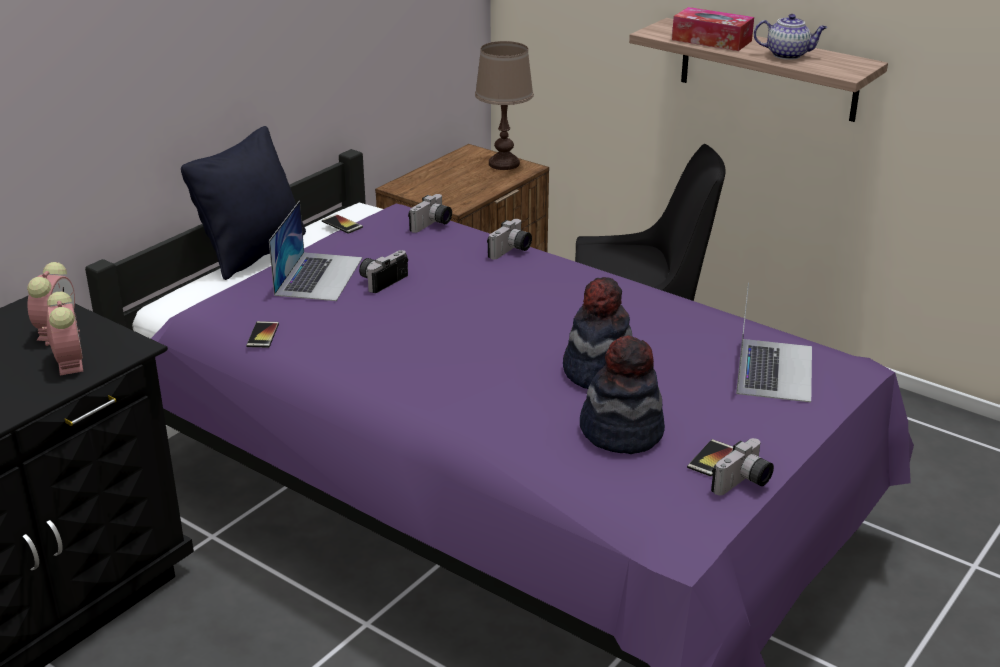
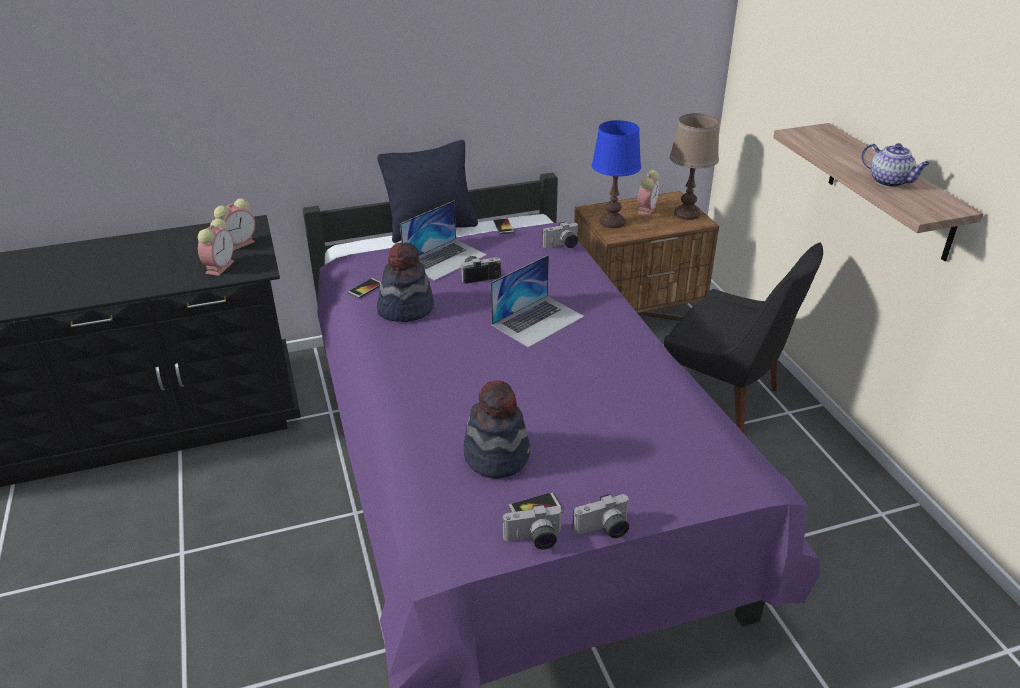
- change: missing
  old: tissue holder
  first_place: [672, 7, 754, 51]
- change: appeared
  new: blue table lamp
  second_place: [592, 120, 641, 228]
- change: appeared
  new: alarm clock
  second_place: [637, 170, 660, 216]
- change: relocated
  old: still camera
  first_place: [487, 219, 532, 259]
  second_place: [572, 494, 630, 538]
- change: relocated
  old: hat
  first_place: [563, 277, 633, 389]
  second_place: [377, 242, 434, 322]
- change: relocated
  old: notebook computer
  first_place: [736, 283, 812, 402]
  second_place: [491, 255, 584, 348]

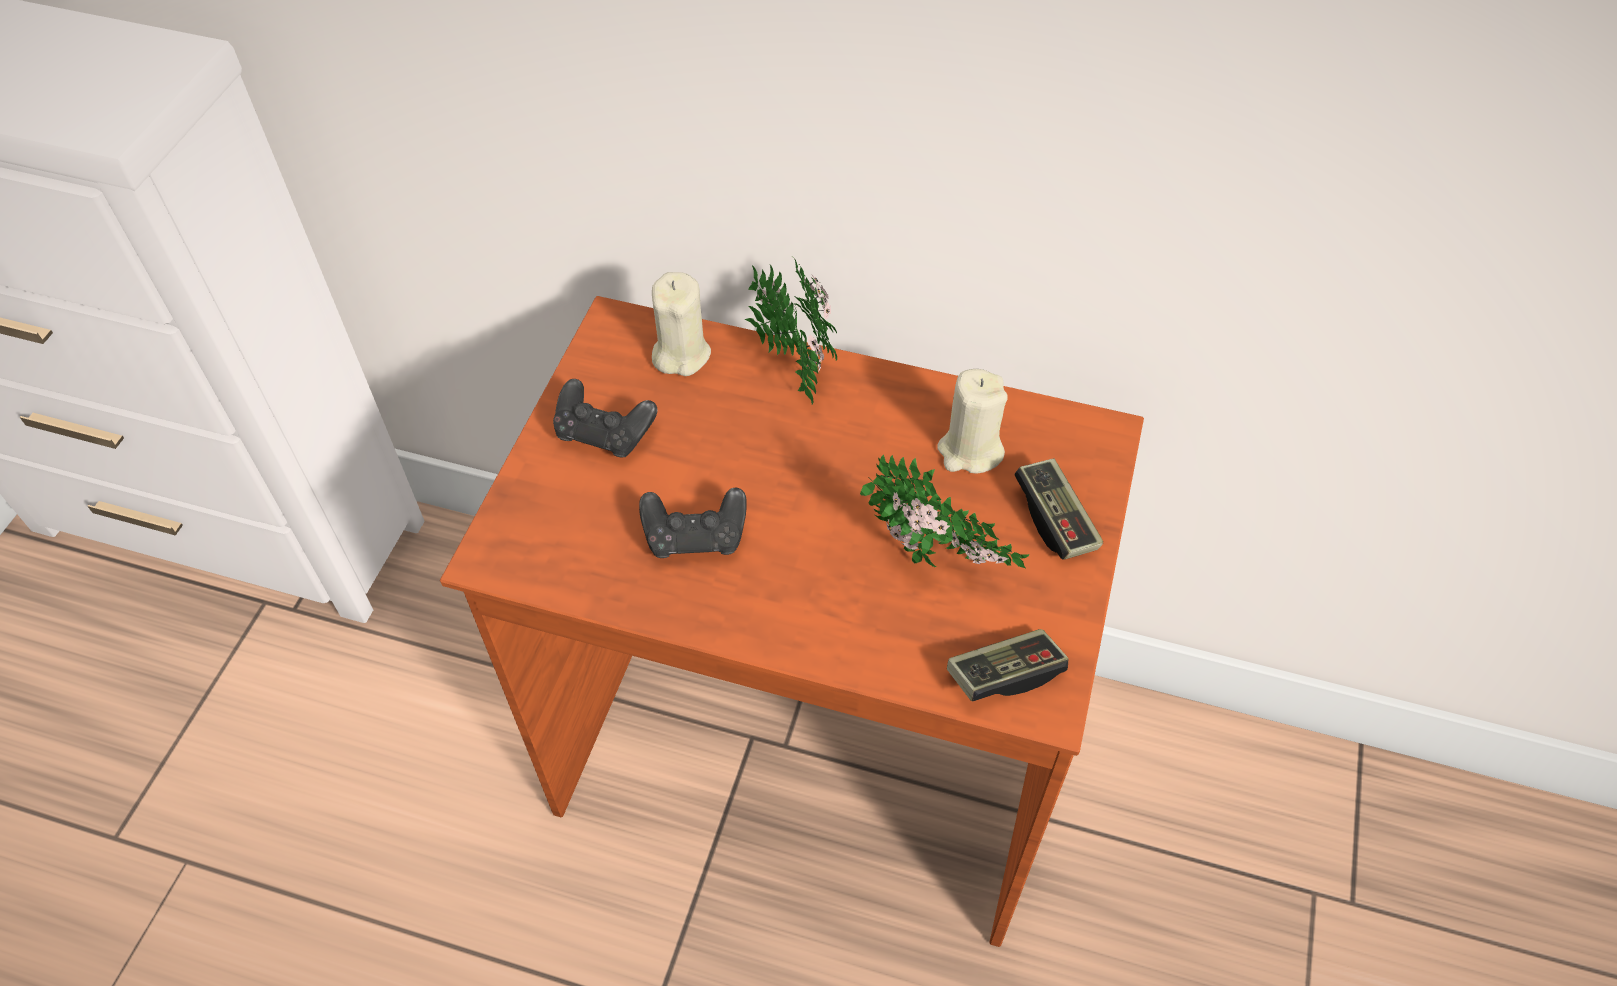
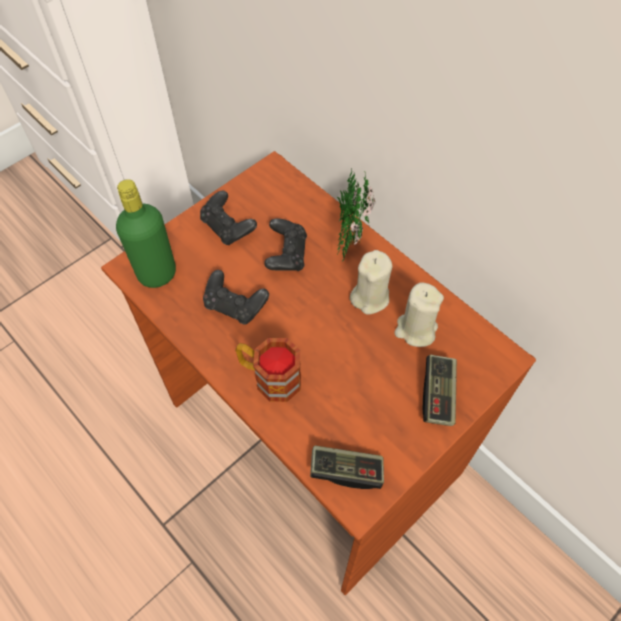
- change: missing
  old: potted plant
  first_place: [860, 454, 1029, 568]
- change: appeared
  new: green-coloured beverage bottle
  second_place: [116, 179, 176, 288]
- change: appeared
  new: tea mug
  second_place: [235, 338, 301, 402]
- change: appeared
  new: black-coloured gamepad
  second_place: [264, 218, 307, 271]
- change: relocated
  old: beige wax candle
  first_place: [652, 272, 711, 376]
  second_place: [350, 250, 393, 315]

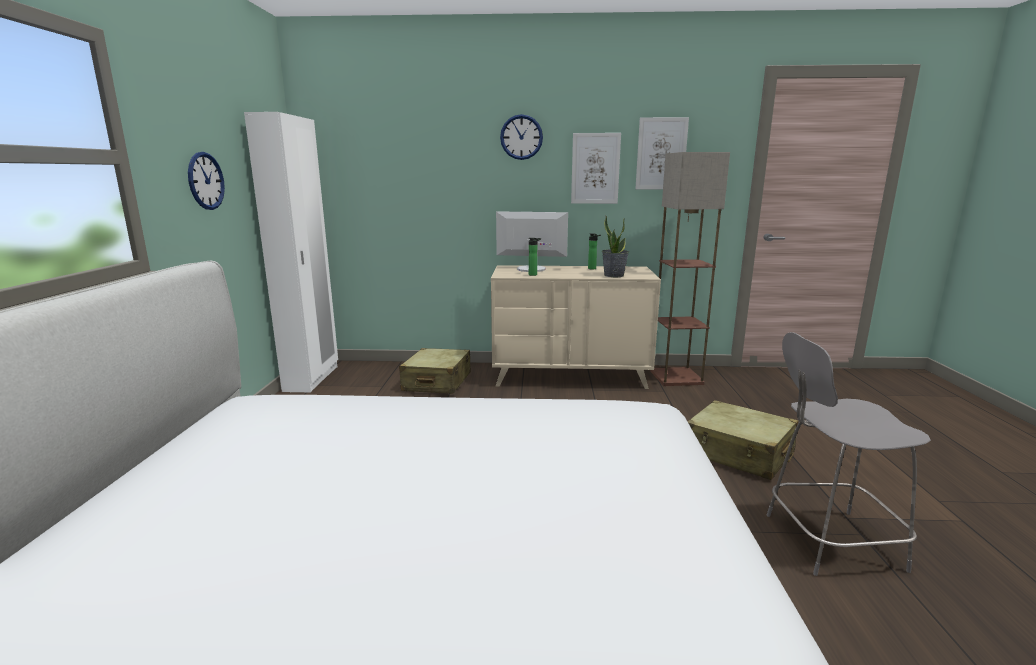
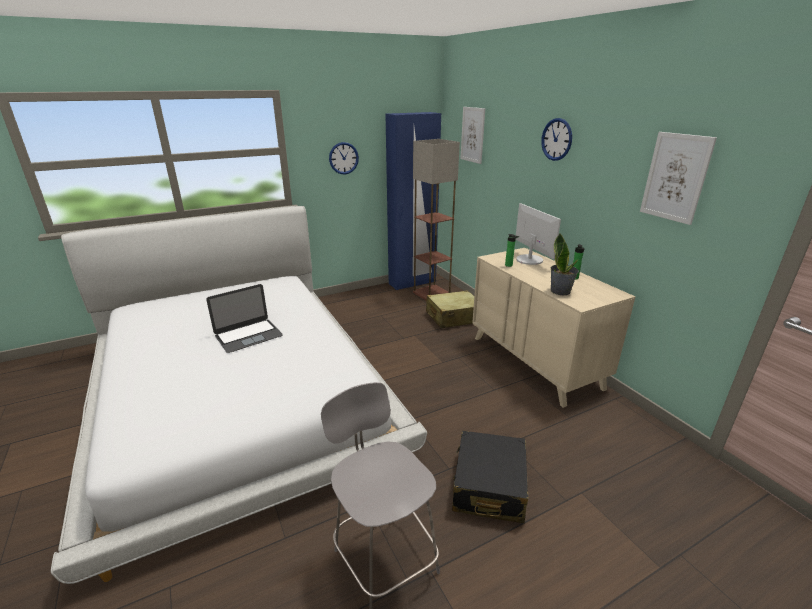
- change: appeared
  new: notebook computer
  second_place: [206, 284, 283, 353]
- change: relocated
  old: picture
  first_place: [571, 133, 621, 204]
  second_place: [460, 107, 485, 164]
- change: relocated
  old: standard lamp
  first_place: [650, 152, 730, 386]
  second_place: [413, 139, 460, 301]
- change: colour
  old: whitish wardrobe
  new: blue wardrobe
  first_place: [244, 112, 338, 392]
  second_place: [385, 112, 441, 290]
- change: colour
  old: beige suitcase
  new: black-coloured suitcase
  first_place: [687, 400, 798, 480]
  second_place: [452, 431, 528, 523]

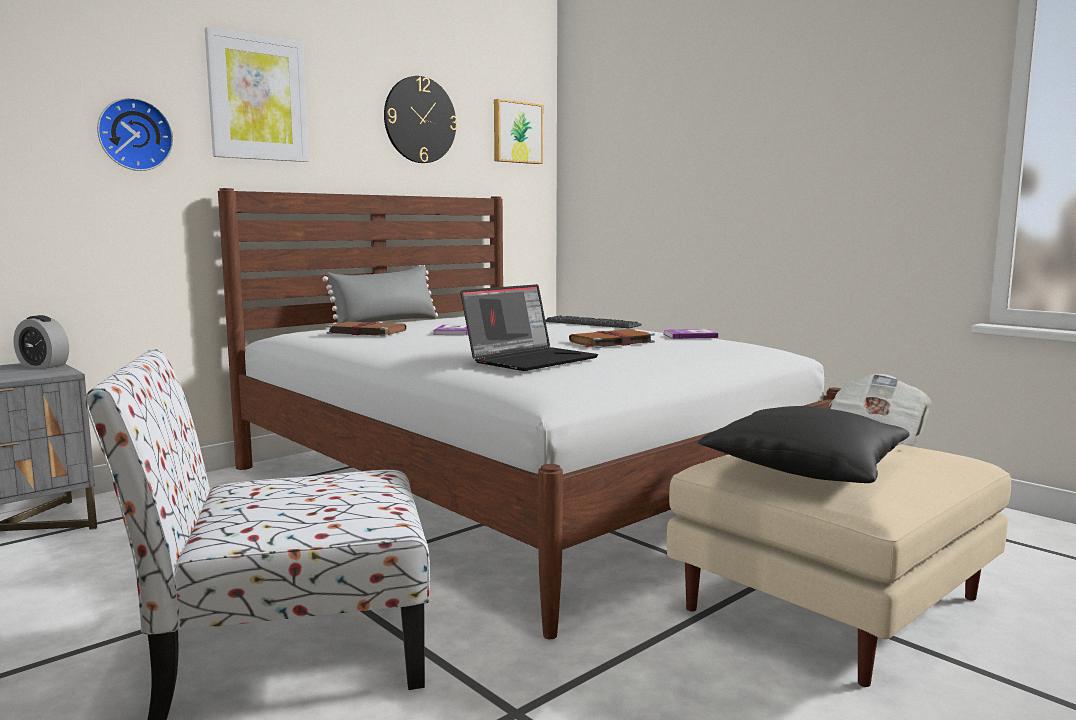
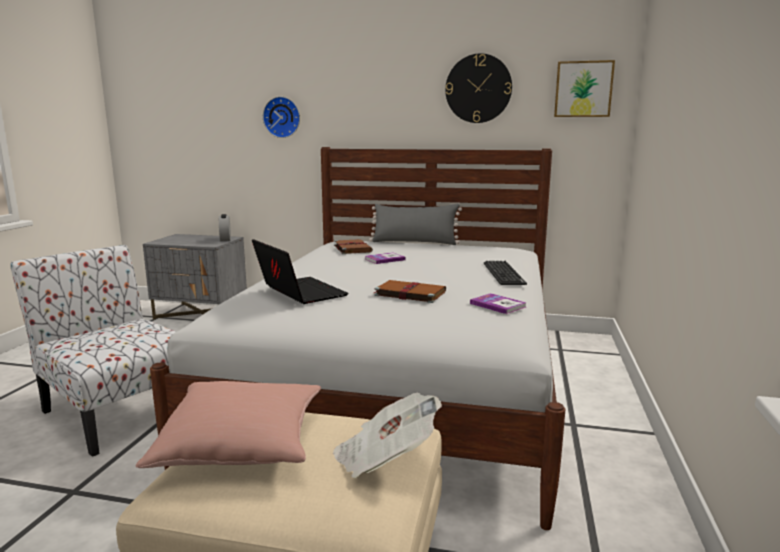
- change: missing
  old: picture
  first_place: [205, 27, 308, 162]
- change: colour
  old: black-coloured cushion
  new: pink-coloured cushion
  first_place: [698, 406, 910, 483]
  second_place: [136, 381, 321, 468]
- change: spun
  old: notebook computer
  first_place: [460, 284, 598, 371]
  second_place: [252, 239, 349, 304]
  degrees: -135

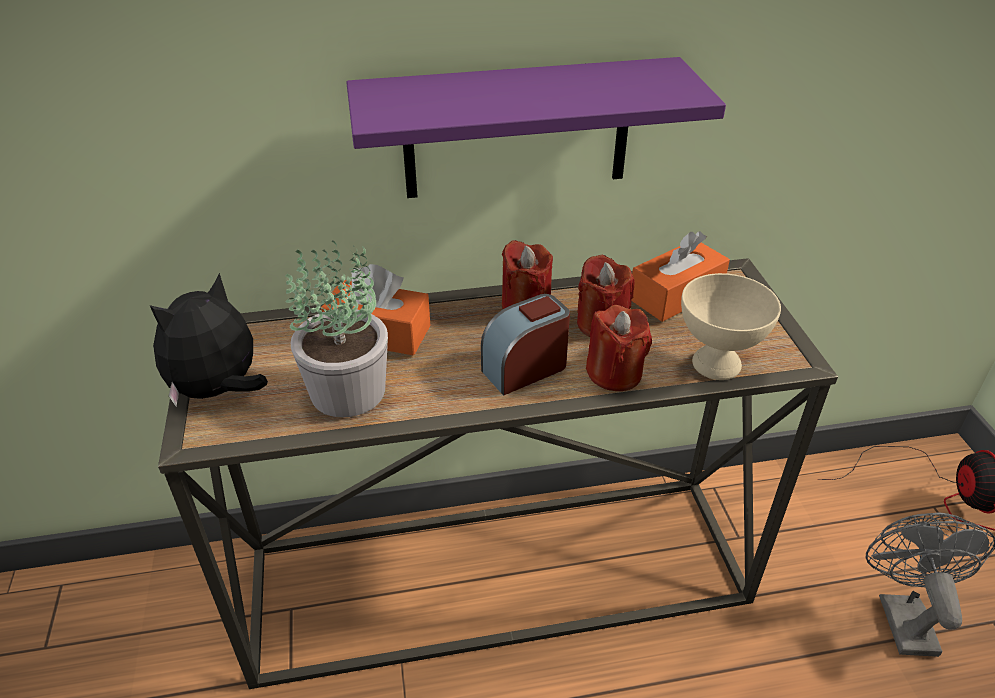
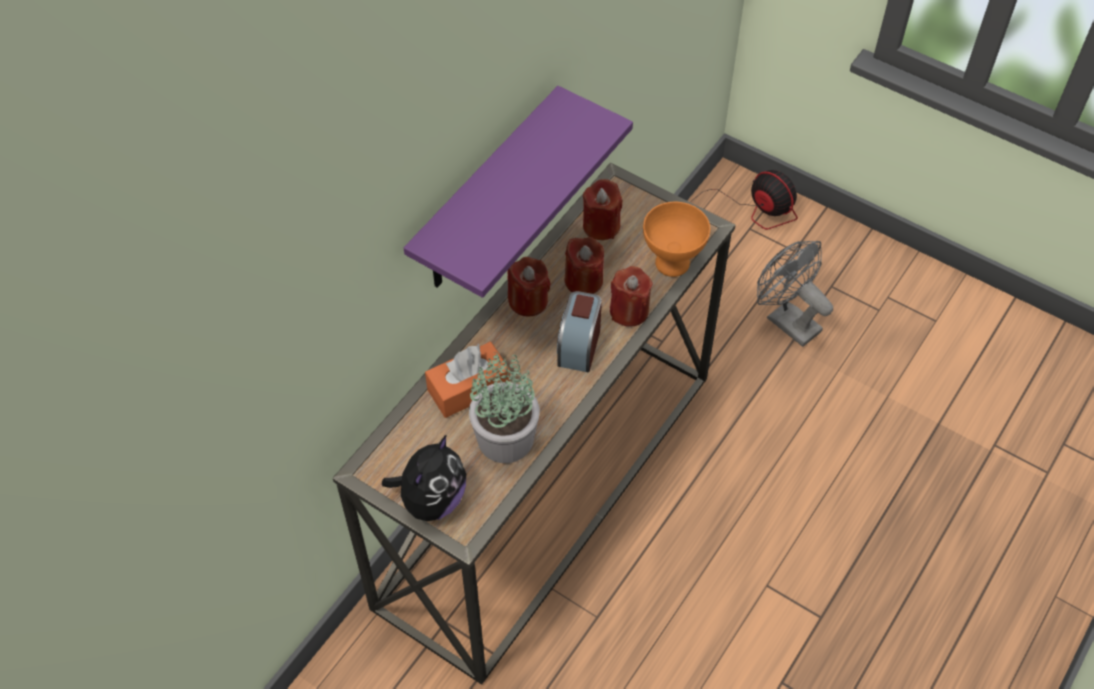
- change: exchanged
  old: orangey tissue holder
  new: red wax candle
  first_place: [632, 231, 730, 322]
  second_place: [583, 179, 622, 240]
- change: colour
  old: beige deep dish
  new: orangey deep dish
  first_place: [681, 273, 781, 380]
  second_place: [643, 202, 710, 277]
- change: spun
  old: plush toy
  first_place: [150, 273, 268, 406]
  second_place: [382, 434, 466, 521]
  degrees: -150

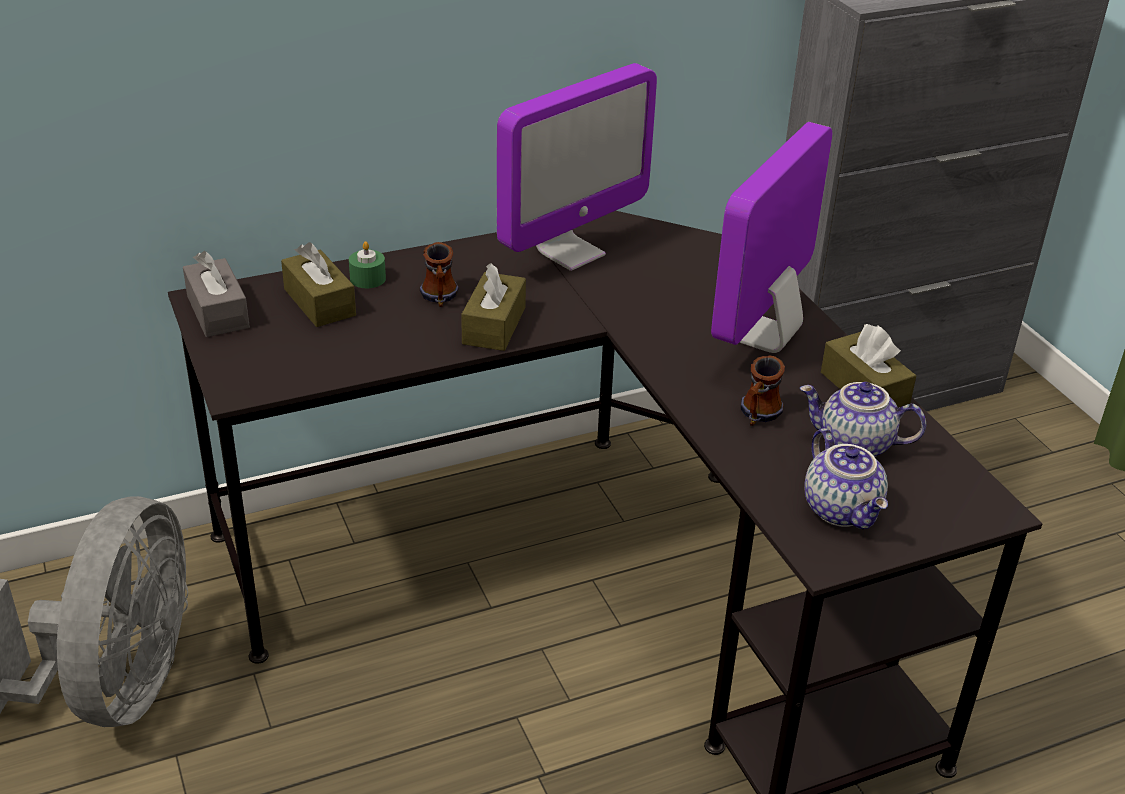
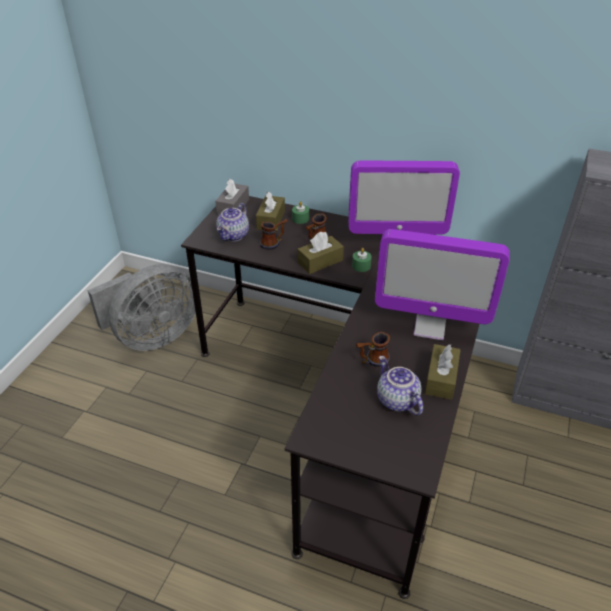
- change: appeared
  new: tea mug
  second_place: [260, 219, 288, 250]
- change: appeared
  new: green-coloured wax candle
  second_place: [352, 248, 372, 272]
- change: relocated
  old: pot for tea
  first_place: [804, 428, 888, 529]
  second_place: [216, 203, 249, 241]
- change: spun
  old: computer display
  first_place: [711, 122, 832, 353]
  second_place: [375, 229, 510, 340]
  degrees: -150

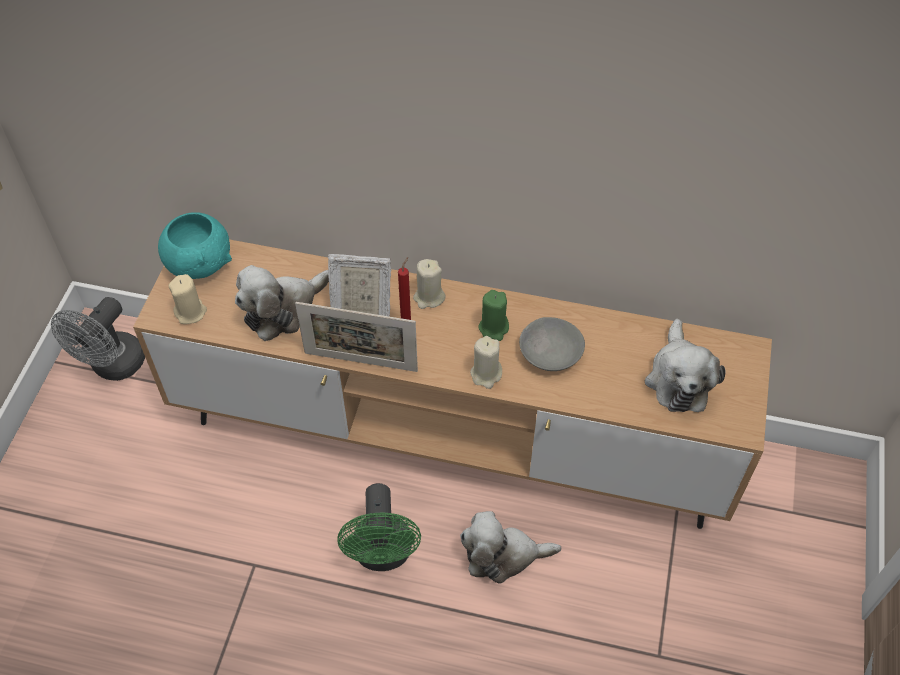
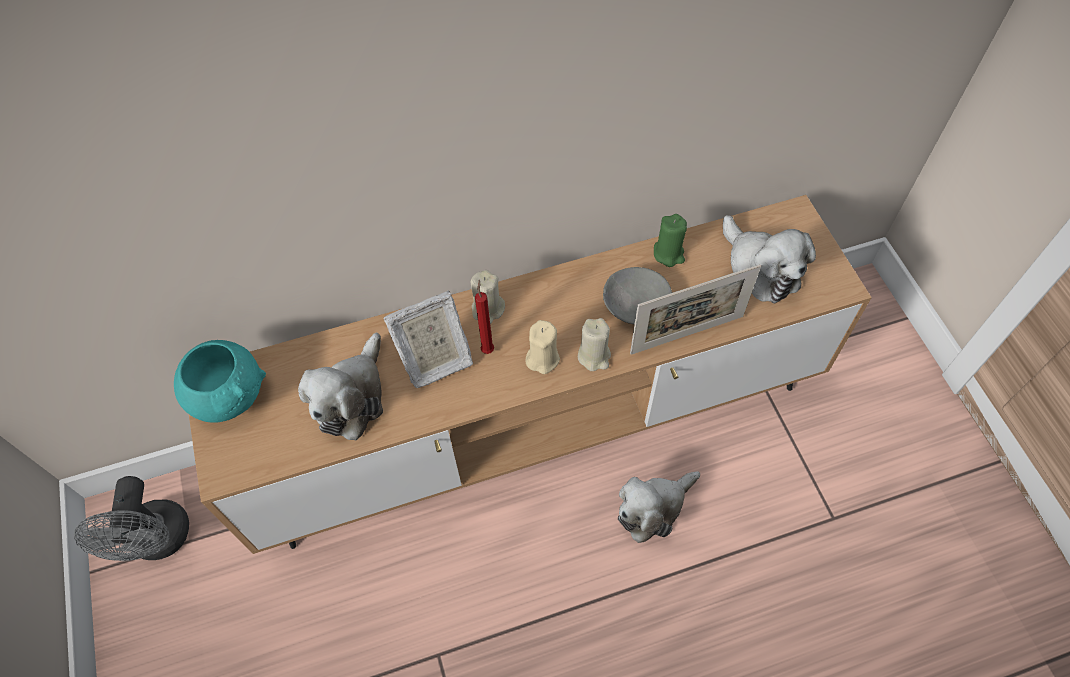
- change: missing
  old: green-coloured electric fan
  first_place: [337, 483, 421, 571]
- change: relocated
  old: beige wax candle
  first_place: [169, 274, 207, 324]
  second_place: [525, 320, 560, 374]
- change: relocated
  old: picture frame
  first_place: [295, 302, 418, 372]
  second_place: [630, 264, 762, 355]
- change: relocated
  old: green-coloured wax candle
  first_place: [478, 290, 509, 341]
  second_place: [654, 214, 687, 267]

